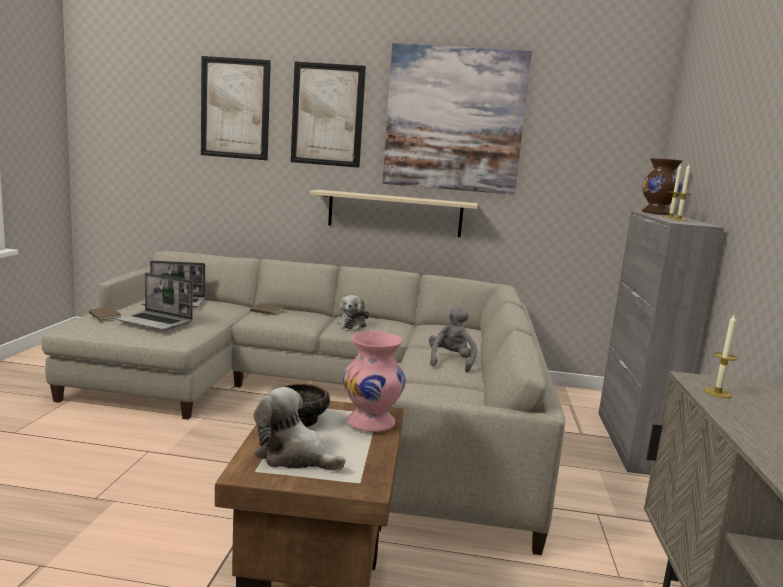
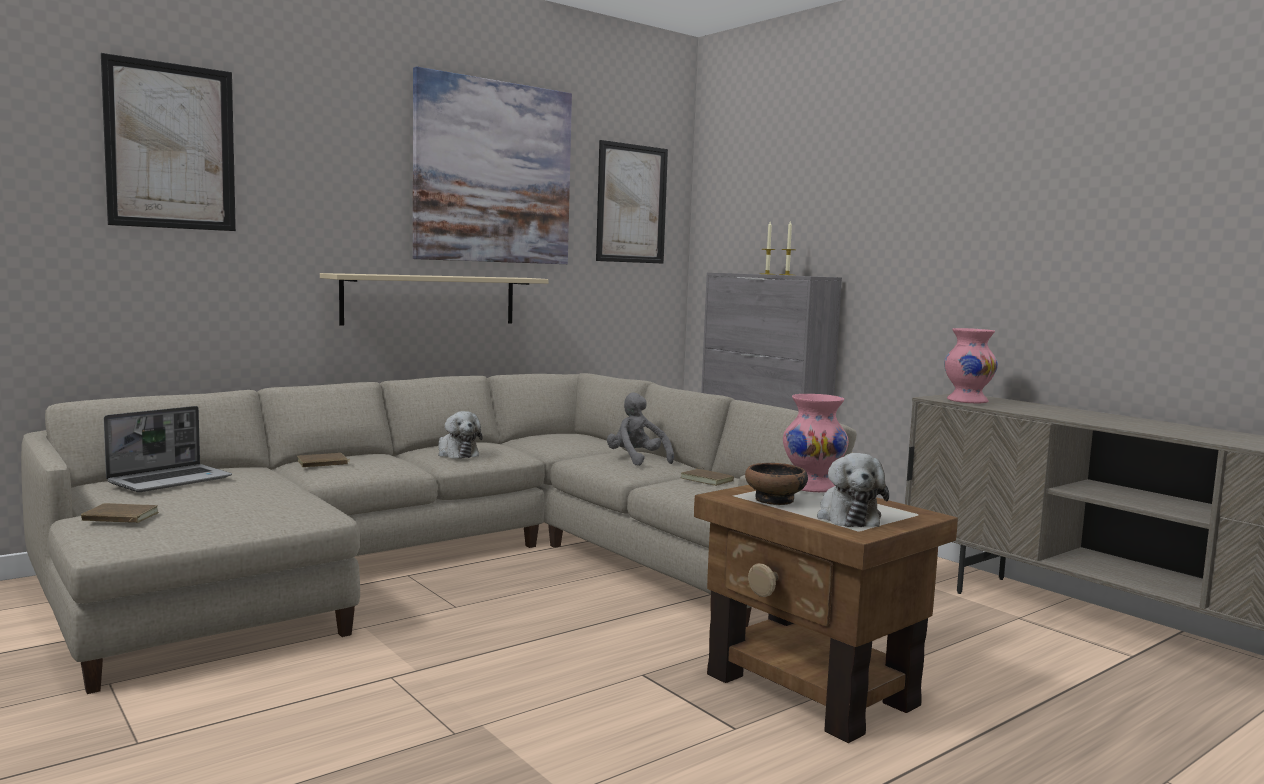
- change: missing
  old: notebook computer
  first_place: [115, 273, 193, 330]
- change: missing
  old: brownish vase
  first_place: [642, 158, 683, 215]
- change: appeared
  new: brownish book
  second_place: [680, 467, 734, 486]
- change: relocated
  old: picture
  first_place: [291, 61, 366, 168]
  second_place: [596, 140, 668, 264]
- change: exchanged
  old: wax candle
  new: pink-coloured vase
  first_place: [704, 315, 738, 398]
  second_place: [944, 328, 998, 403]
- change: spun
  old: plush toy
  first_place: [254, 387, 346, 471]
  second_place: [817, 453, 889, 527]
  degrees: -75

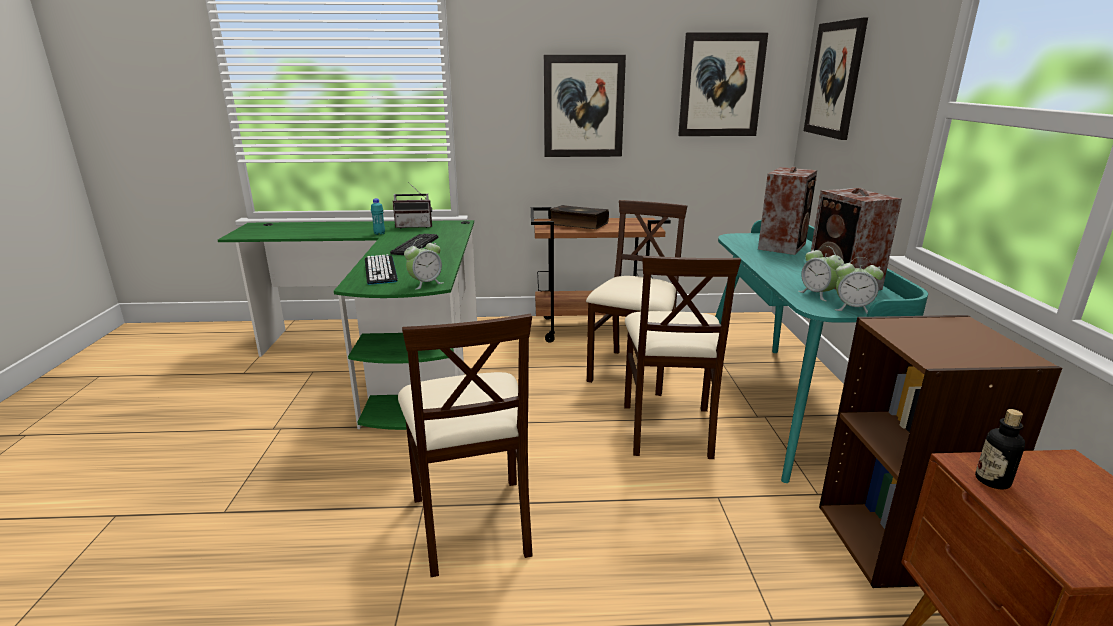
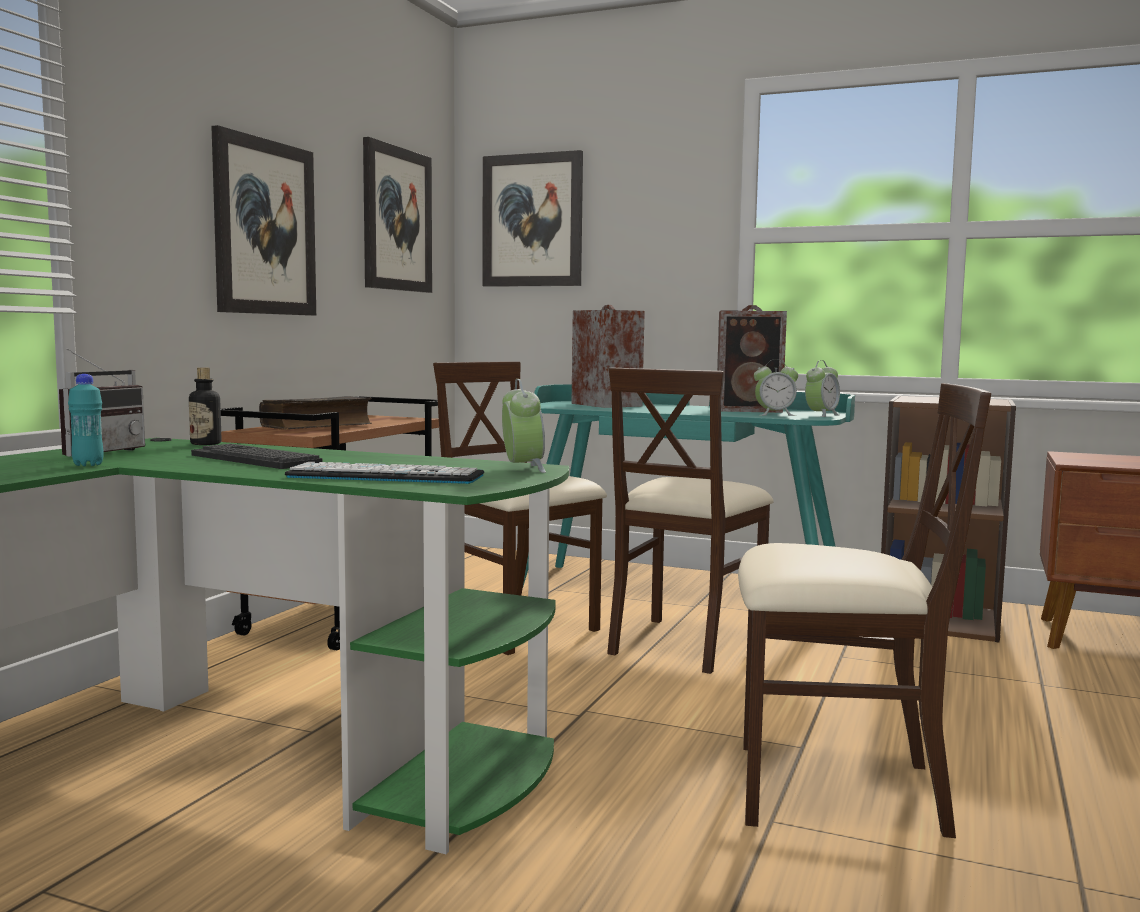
- change: relocated
  old: beverage bottle
  first_place: [975, 409, 1025, 490]
  second_place: [189, 368, 221, 445]
- change: spun
  old: beige upright chair
  first_place: [624, 256, 741, 459]
  second_place: [607, 367, 774, 674]
  degrees: 90

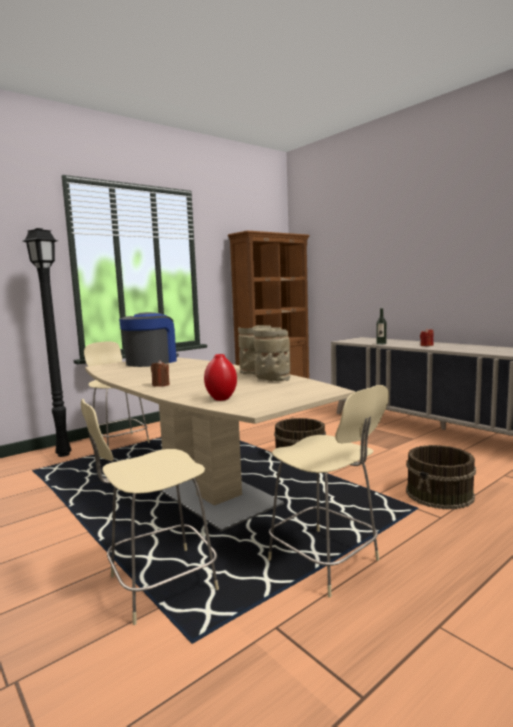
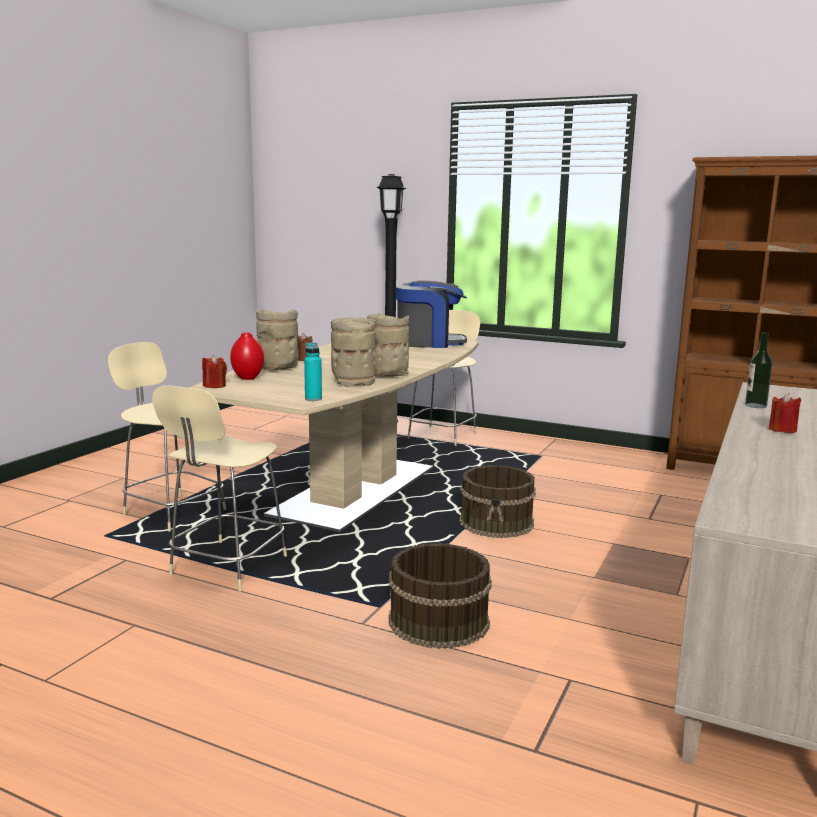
- change: appeared
  new: red wax candle
  second_place: [202, 355, 227, 388]
- change: appeared
  new: beige vase
  second_place: [256, 309, 299, 371]
- change: appeared
  new: turquoise-coloured beverage bottle
  second_place: [304, 343, 322, 401]

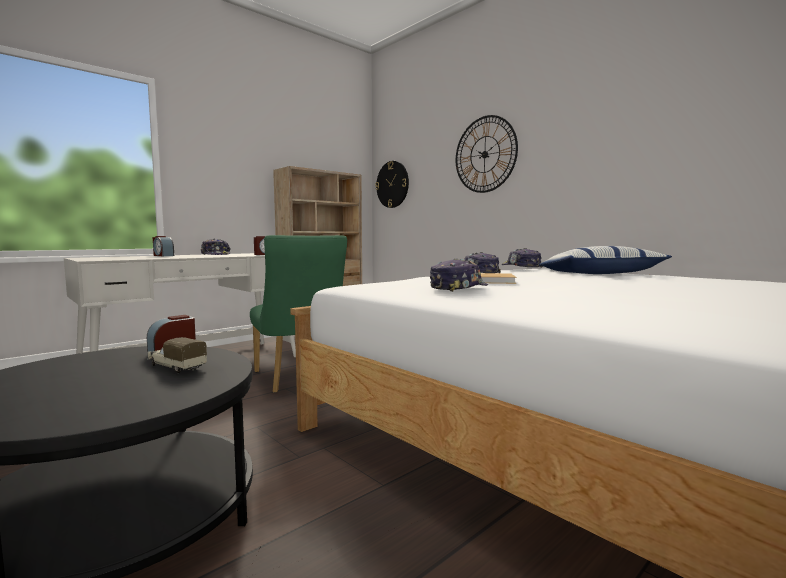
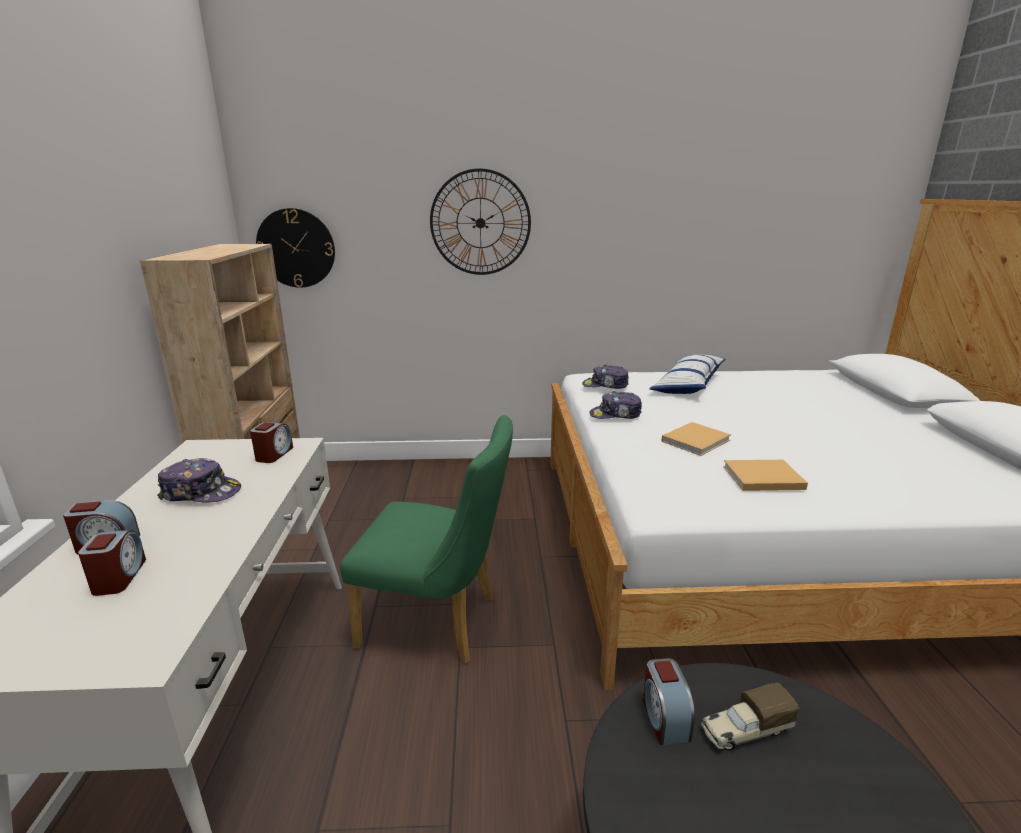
- change: appeared
  new: alarm clock
  second_place: [78, 530, 146, 596]
- change: exchanged
  old: baseball cap
  new: beige book
  first_place: [430, 258, 488, 292]
  second_place: [723, 460, 808, 491]

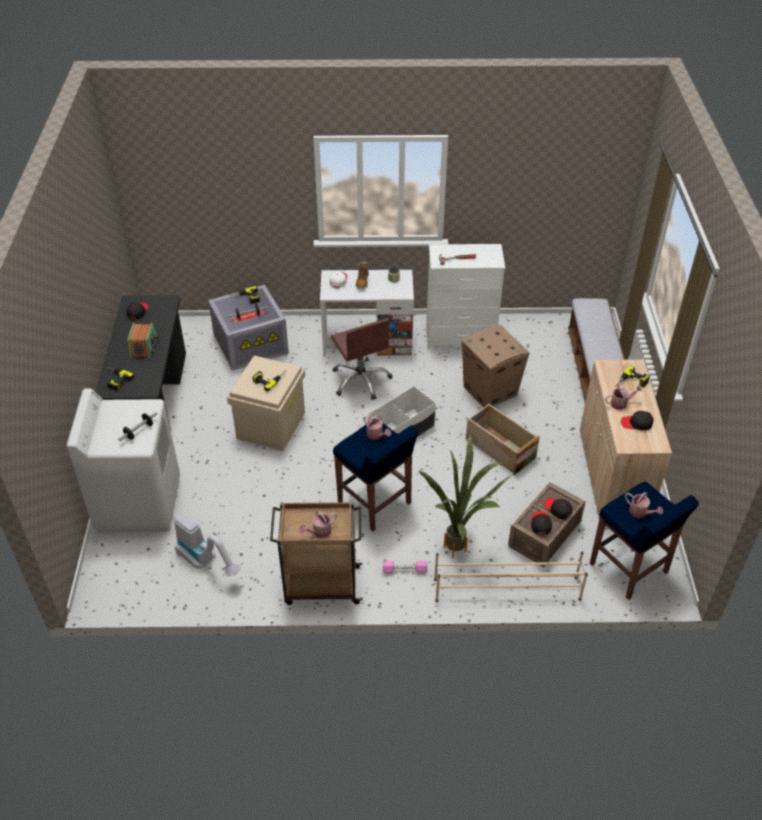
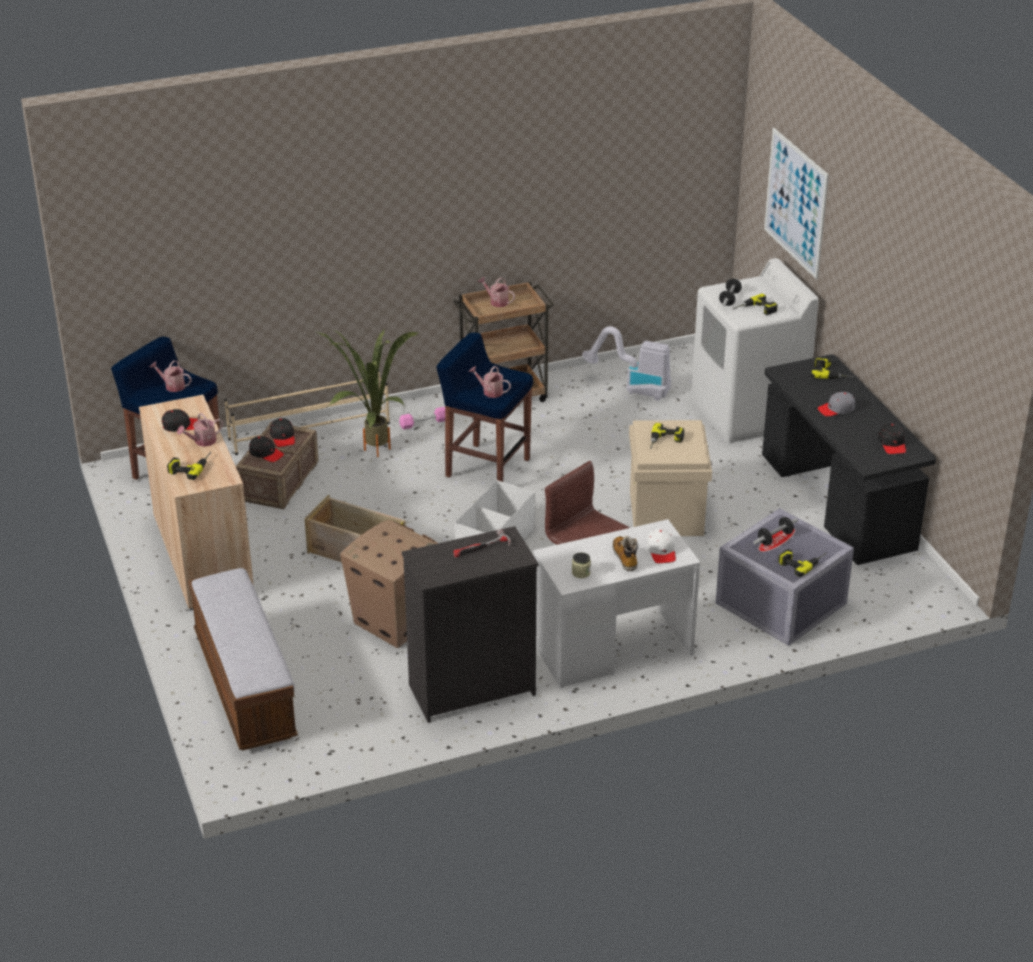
- change: appeared
  new: power drill
  second_place: [733, 293, 778, 315]
- change: appeared
  new: picture
  second_place: [764, 128, 829, 279]
- change: exchanged
  old: radio
  new: grey baseball cap
  first_place: [128, 322, 159, 359]
  second_place: [818, 392, 855, 417]
- change: colour
  old: whitish drawer chest
  new: black-coloured drawer chest
  first_place: [426, 244, 505, 349]
  second_place: [402, 526, 538, 723]
- change: spun
  old: watering pot
  first_place: [299, 511, 337, 538]
  second_place: [478, 277, 515, 307]
  degrees: -90

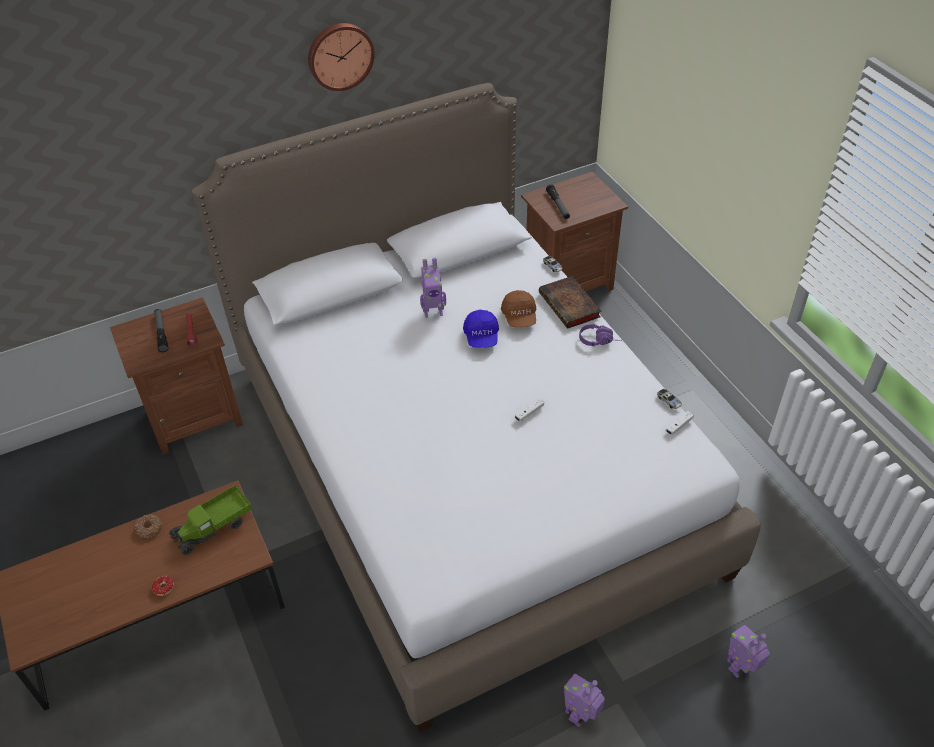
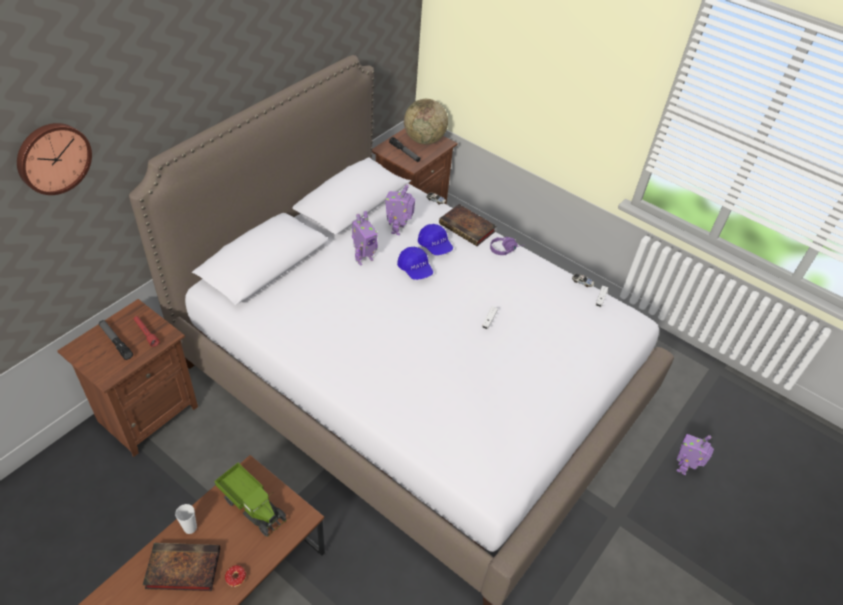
- change: appeared
  new: book
  second_place: [143, 543, 220, 591]
- change: appeared
  new: globe
  second_place: [404, 99, 448, 144]
- change: relocated
  old: hanging clock
  first_place: [308, 23, 375, 91]
  second_place: [17, 123, 92, 195]
- change: relocated
  old: toy robot
  first_place: [564, 674, 605, 727]
  second_place: [385, 184, 415, 235]
- change: exchanged
  old: donut
  new: cup
  first_place: [135, 515, 162, 537]
  second_place: [175, 504, 197, 534]
- change: colour
  old: brownish baseball cap
  new: blue baseball cap
  first_place: [501, 290, 536, 327]
  second_place: [418, 224, 453, 255]
- change: spun
  old: toy truck
  first_place: [169, 485, 252, 555]
  second_place: [214, 463, 287, 537]
  degrees: -75

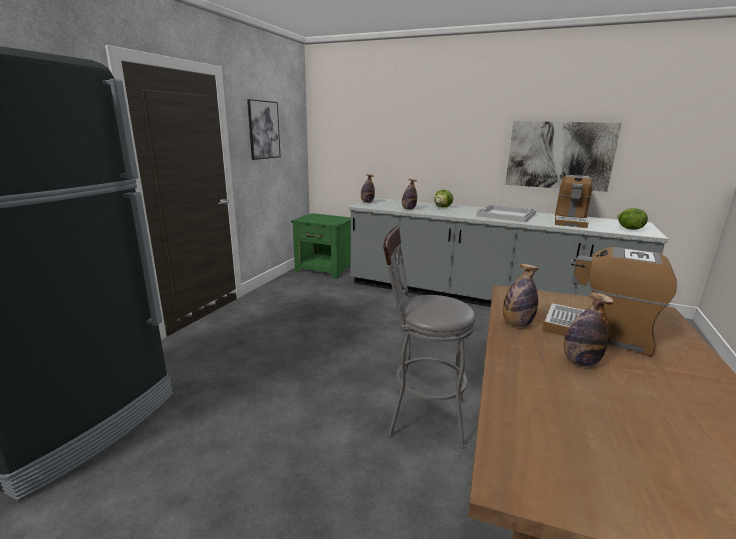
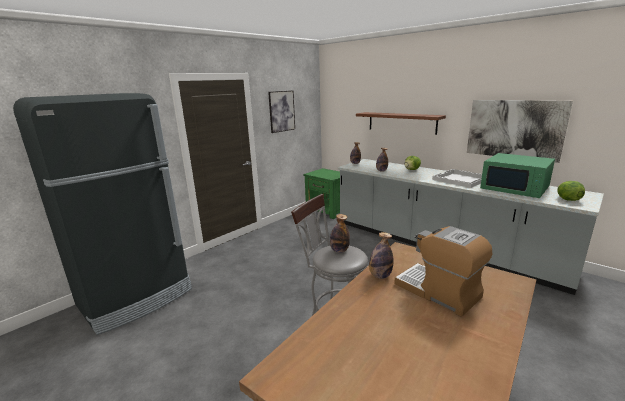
- change: appeared
  new: brownish bracket shelf
  second_place: [356, 112, 446, 135]
- change: relocated
  old: beverage bottle
  first_place: [564, 292, 614, 367]
  second_place: [330, 214, 350, 253]
- change: exchanged
  old: coffee brewer
  new: green-coloured kitchen microwave
  first_place: [555, 175, 592, 228]
  second_place: [480, 153, 555, 198]

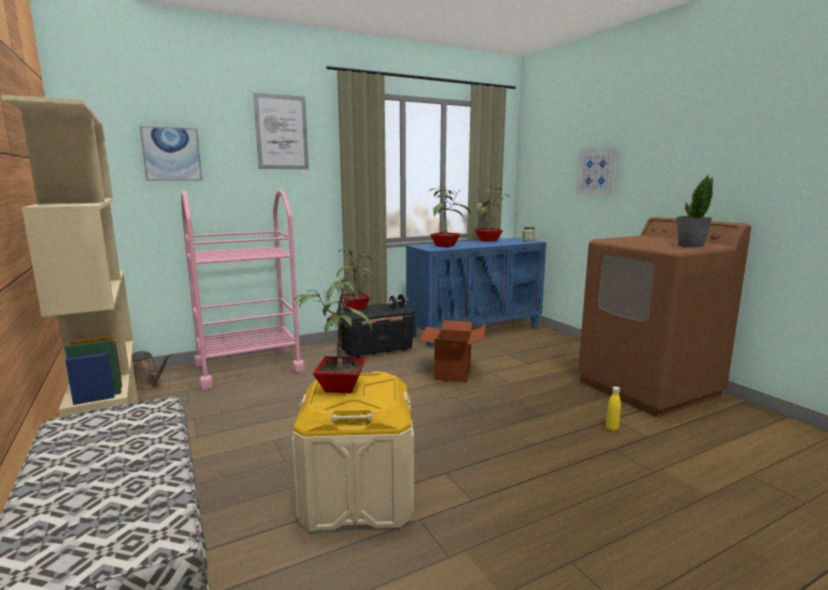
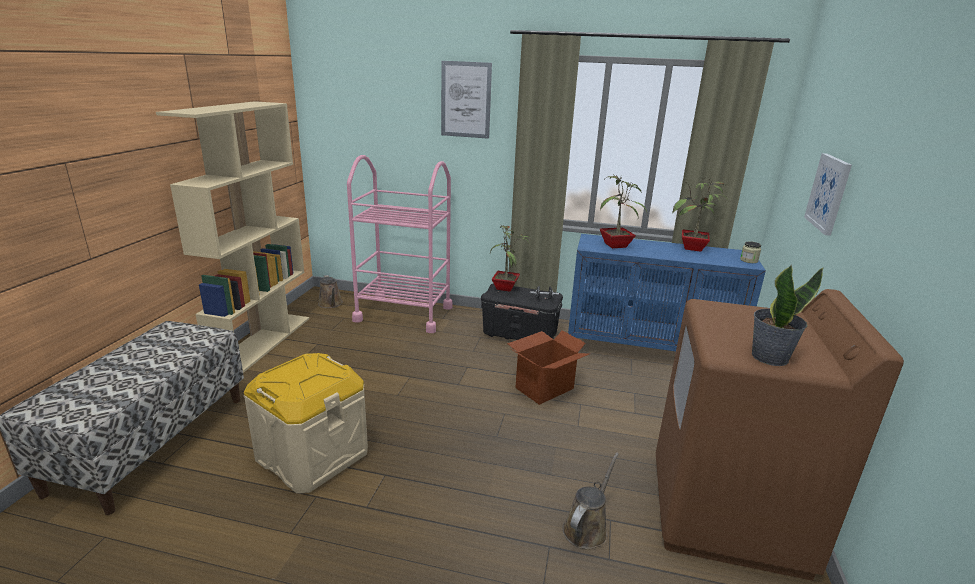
- change: missing
  old: picture
  first_place: [139, 126, 202, 181]
- change: missing
  old: potted plant
  first_place: [292, 272, 372, 393]
- change: exchanged
  old: yellow-coloured beverage bottle
  new: brownish watering pot
  first_place: [606, 387, 621, 432]
  second_place: [562, 453, 619, 550]

